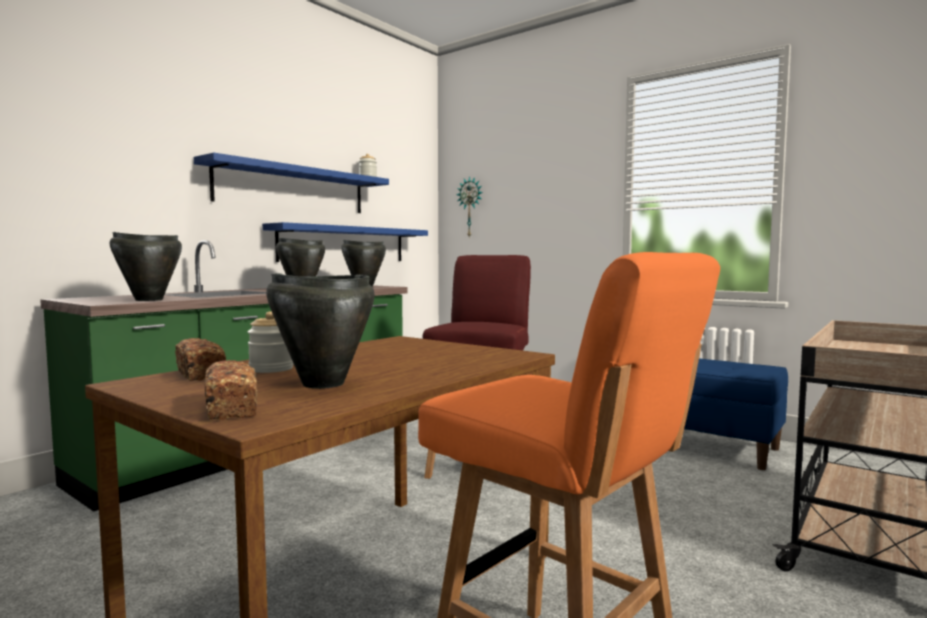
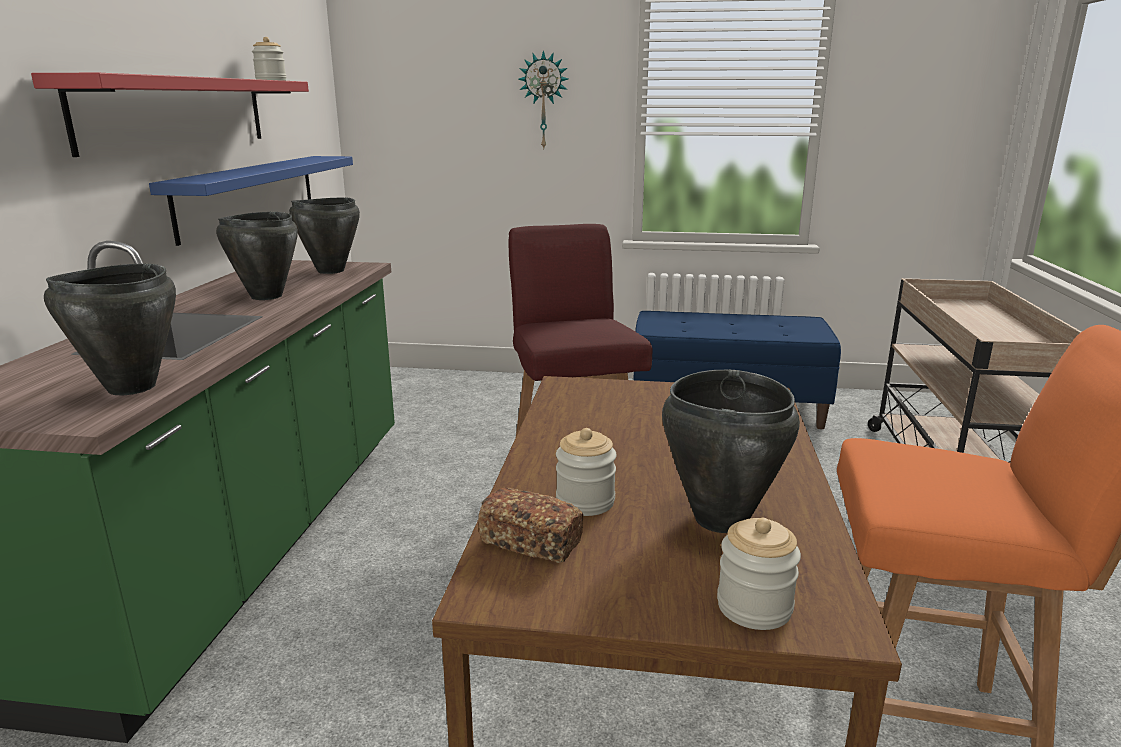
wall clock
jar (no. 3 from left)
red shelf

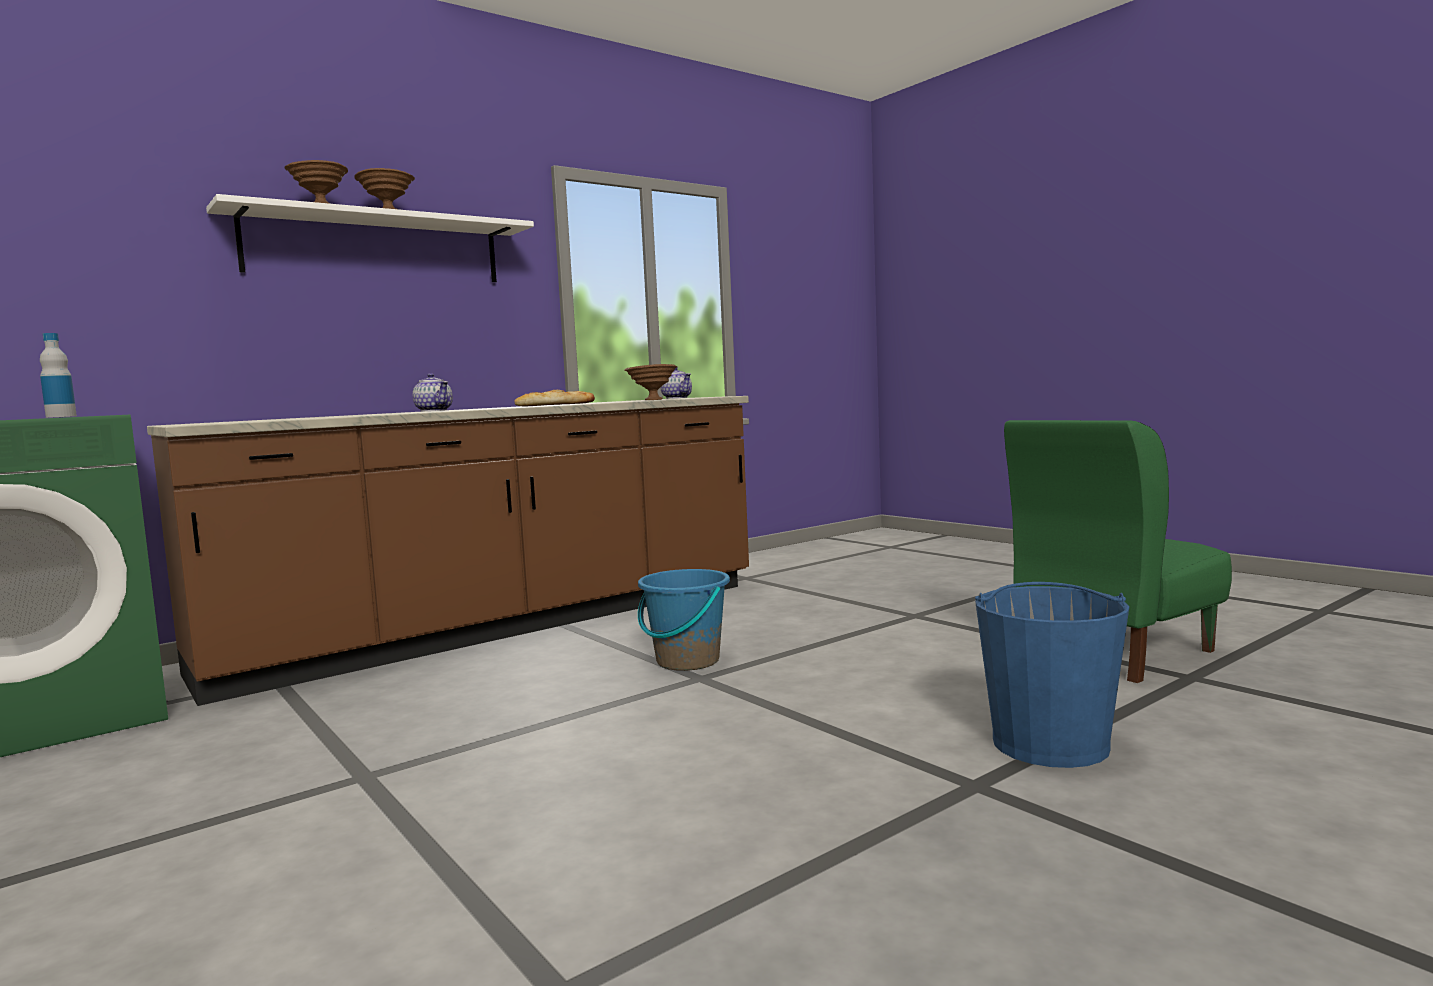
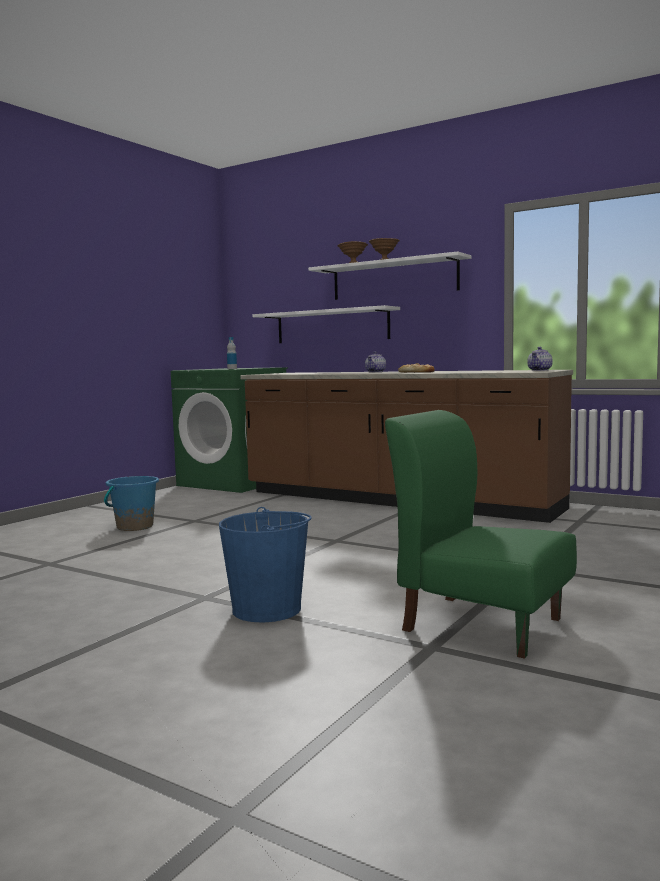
brown bowl (no. 3 from left in the first image)
white shelf (no. 1 from left)
blue bucket (no. 1 from left)

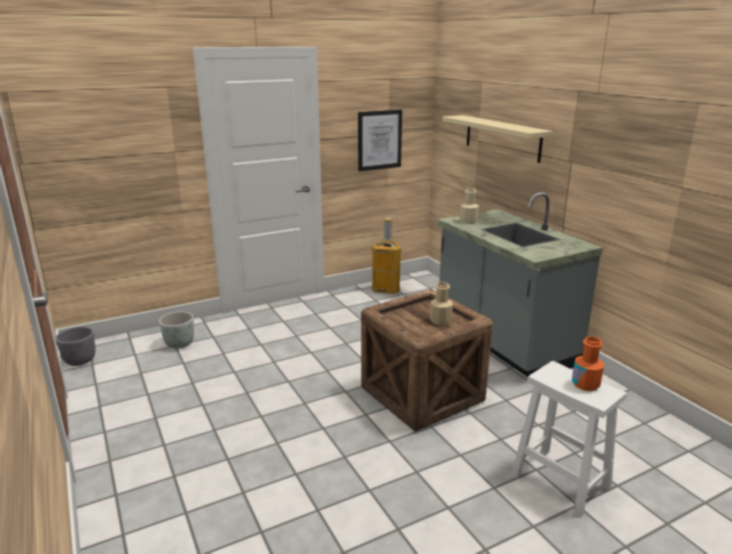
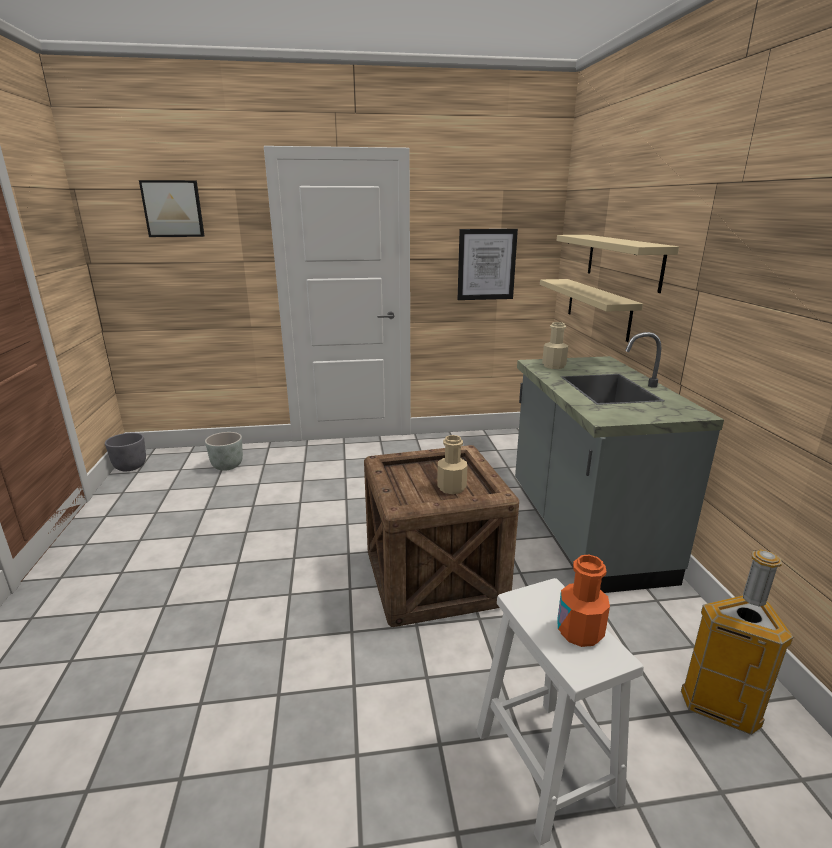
picture (no. 1 from left)
beige shelf (no. 1 from left)
trash can

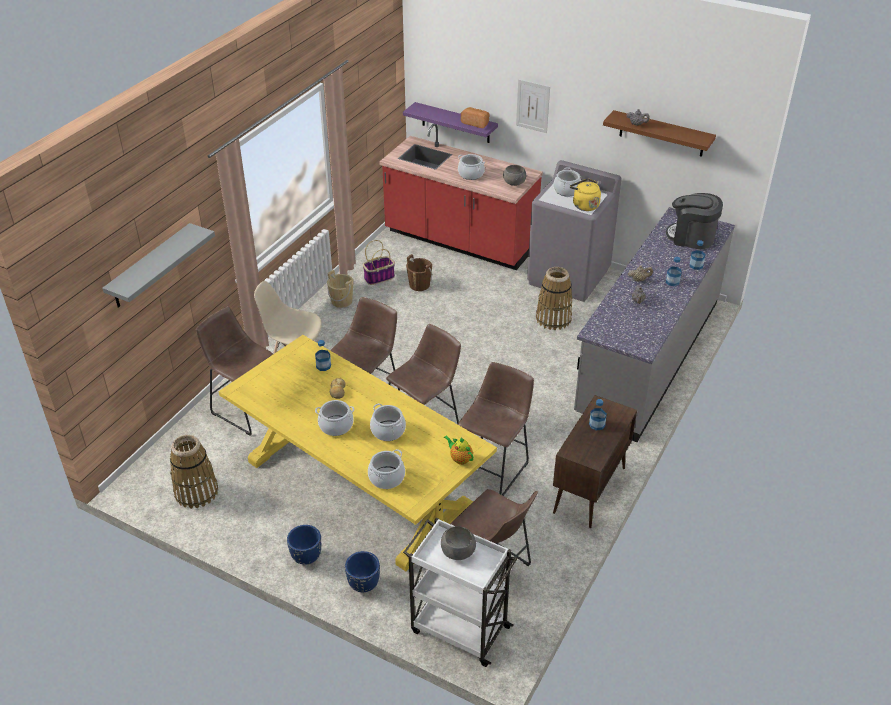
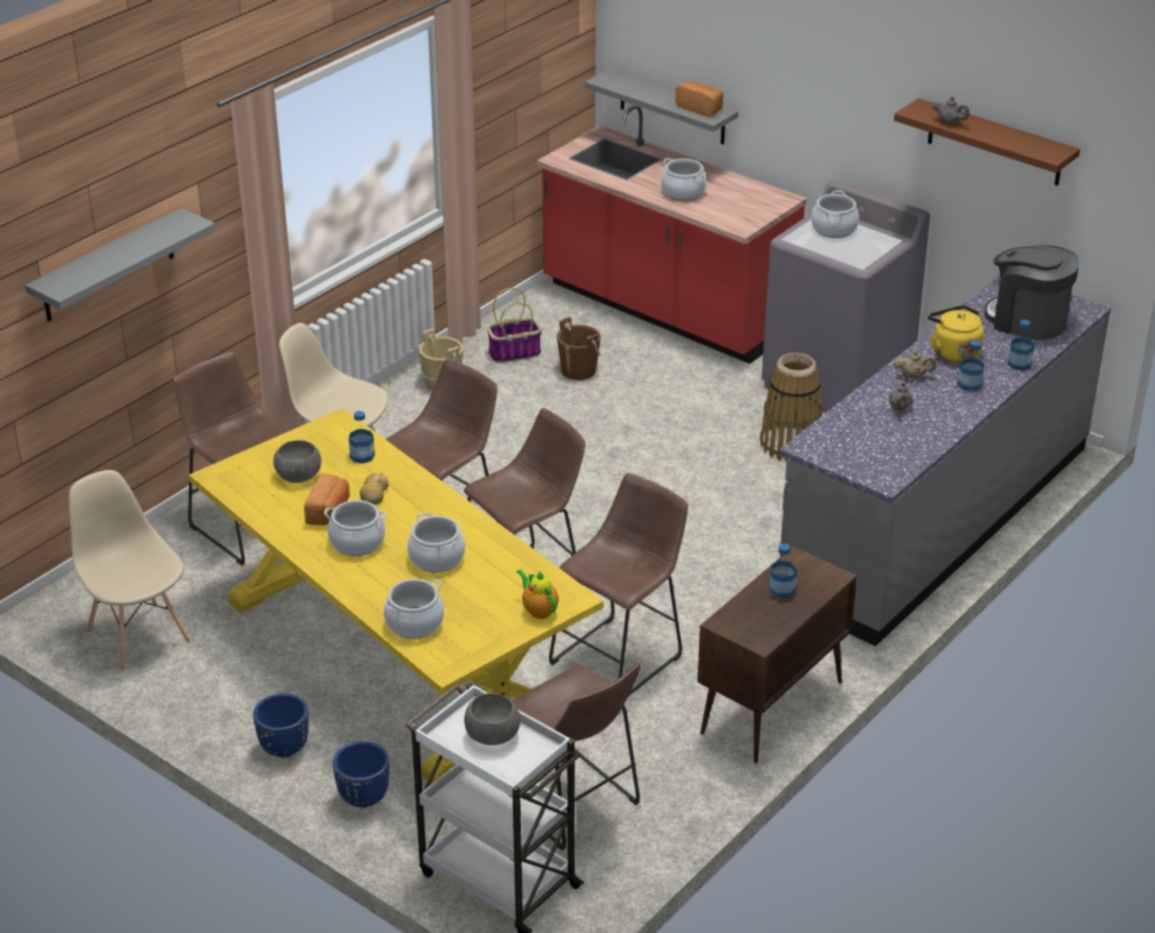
picture
bread (no. 1 from left)
grey bowl (no. 1 from left)
yellow kettle
beige chair (no. 1 from left)
grey shelf (no. 2 from left)

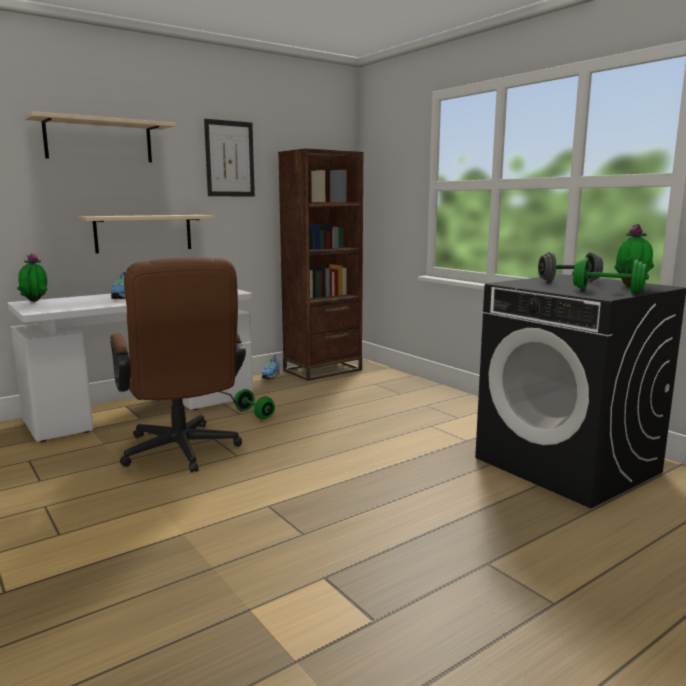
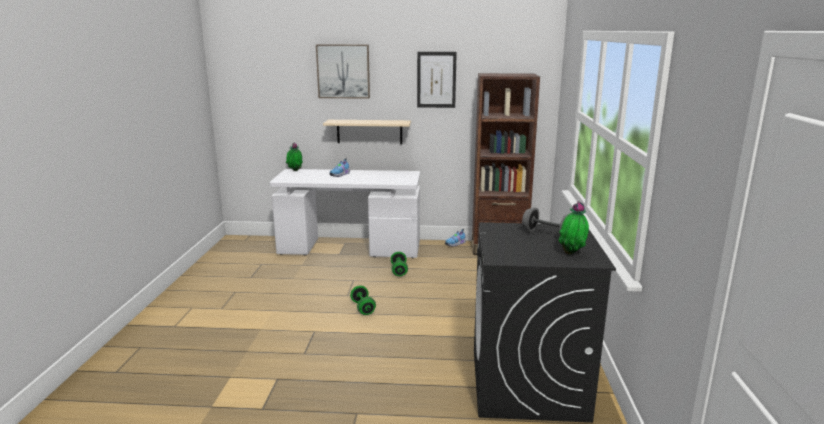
brown office chair
green dumbbell (no. 1 from left)
picture (no. 1 from left)

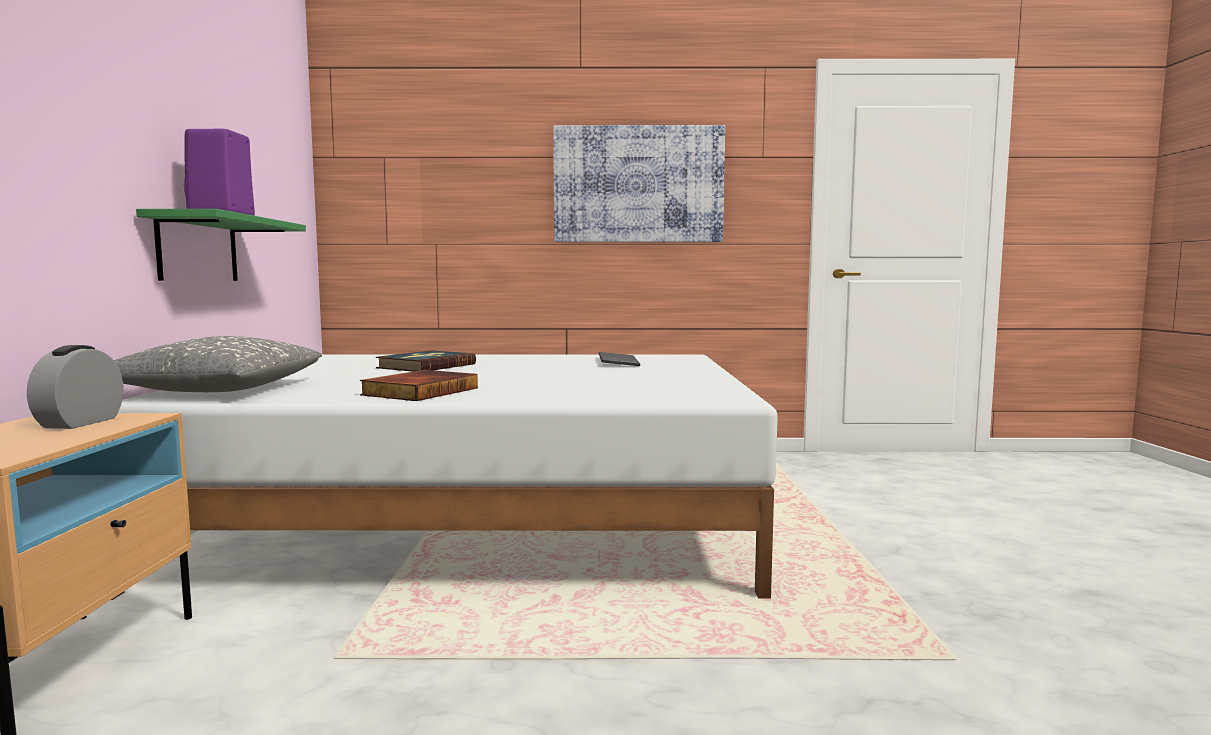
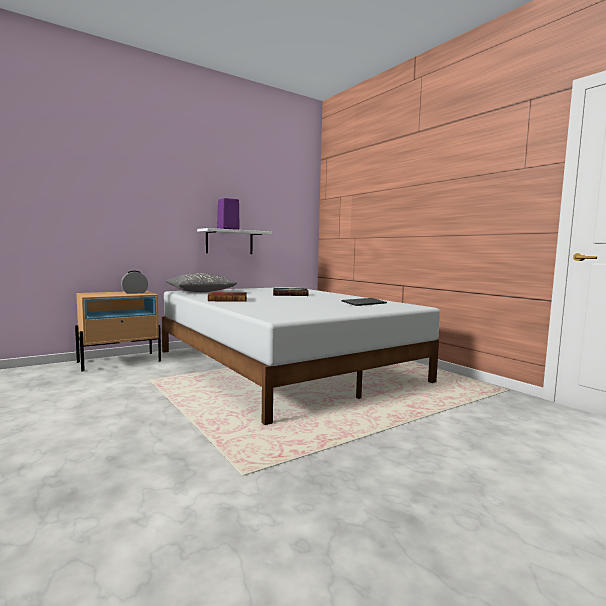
picture
white shelf

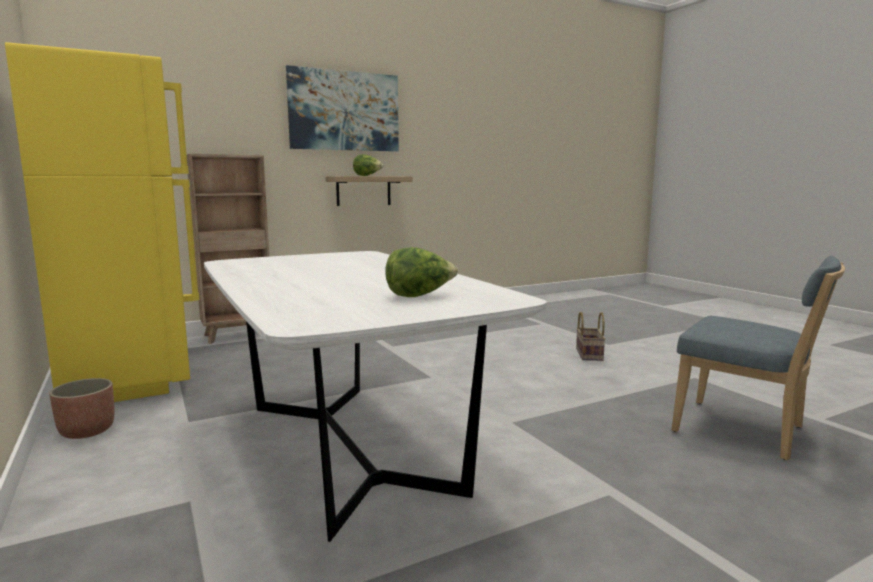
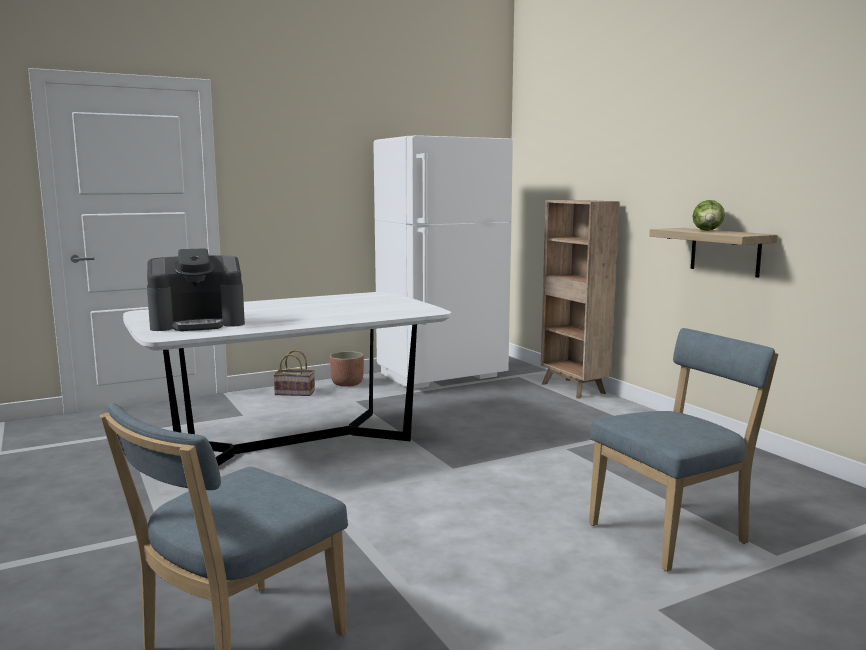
picture
blue chair (no. 2 from left)
basket
coffee machine
white fridge

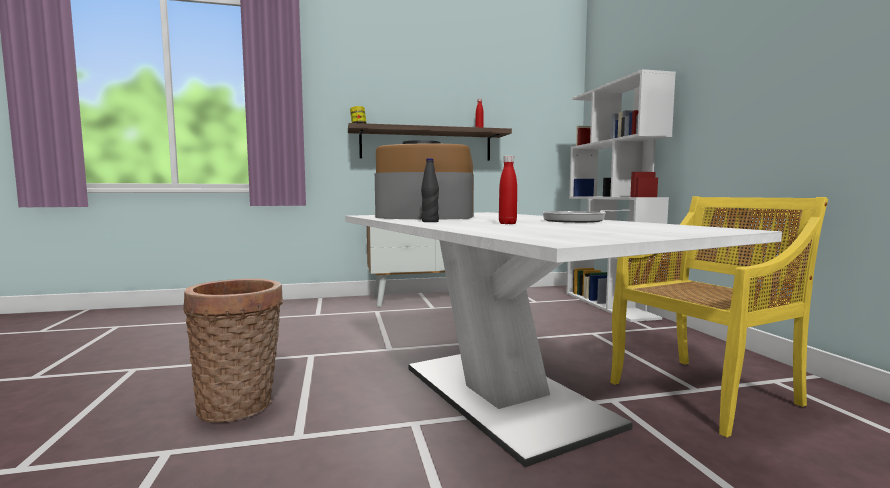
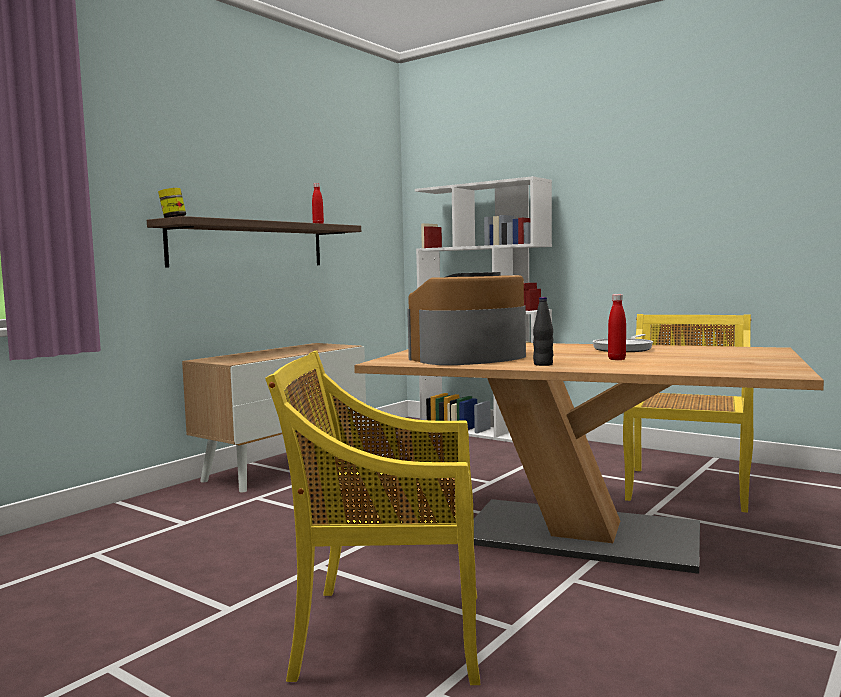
yellow chair (no. 1 from left)
brown dining table

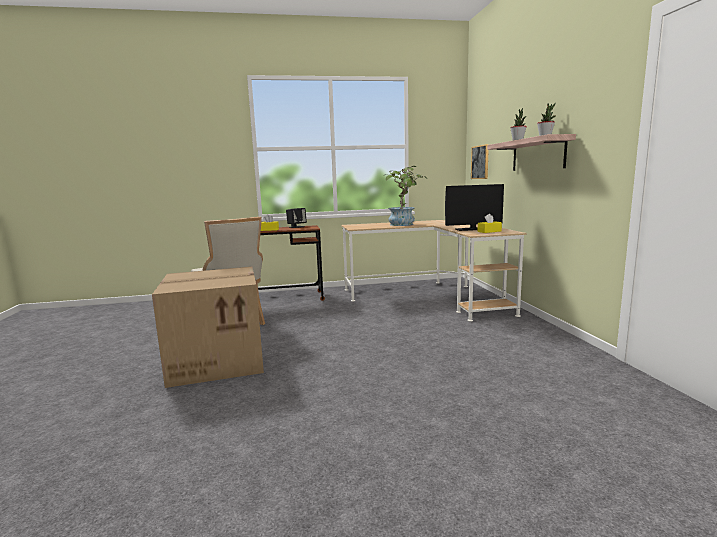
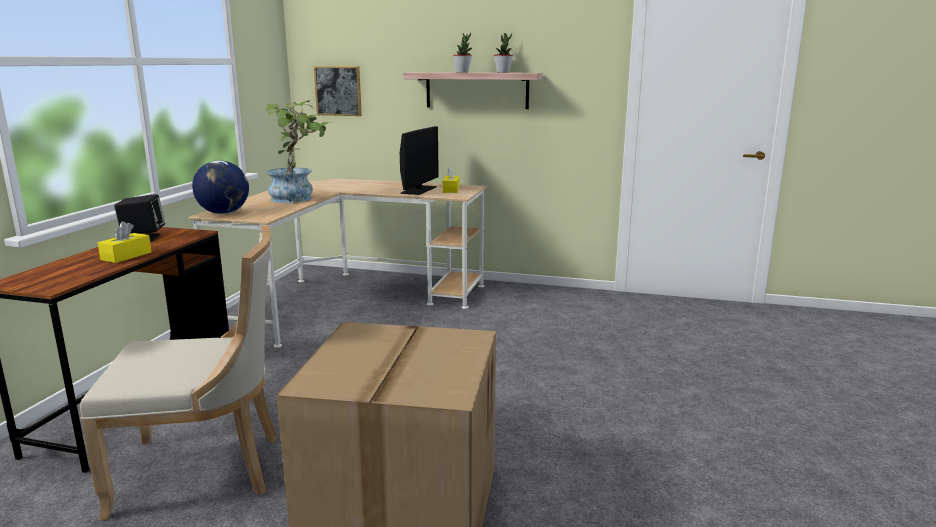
globe

